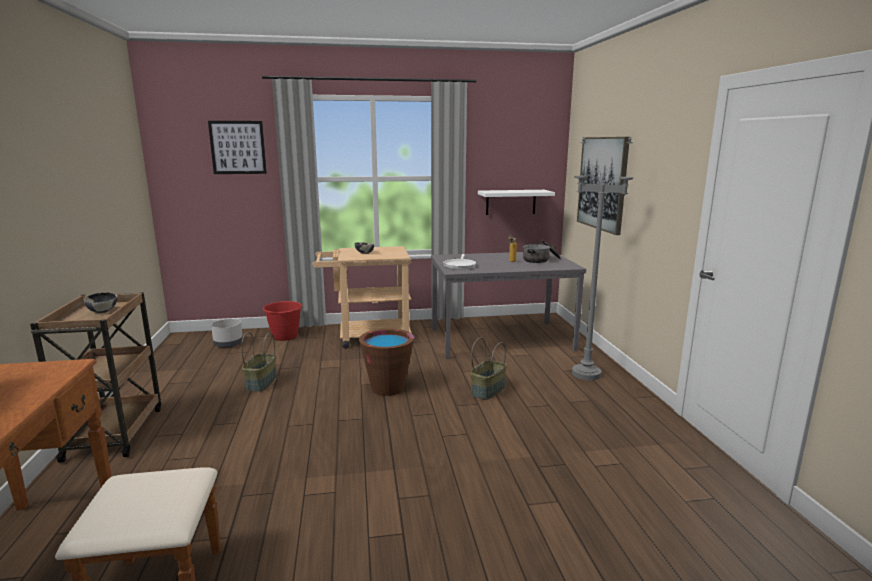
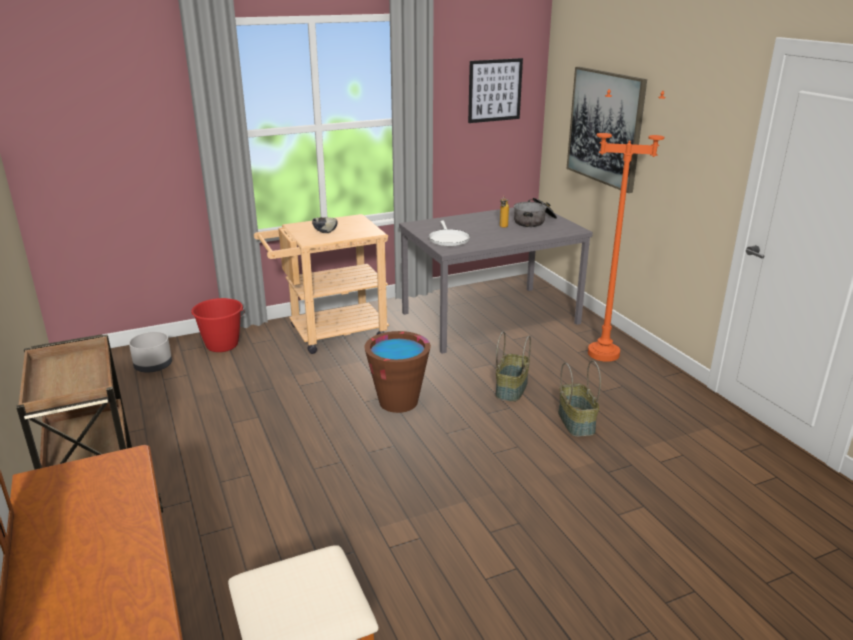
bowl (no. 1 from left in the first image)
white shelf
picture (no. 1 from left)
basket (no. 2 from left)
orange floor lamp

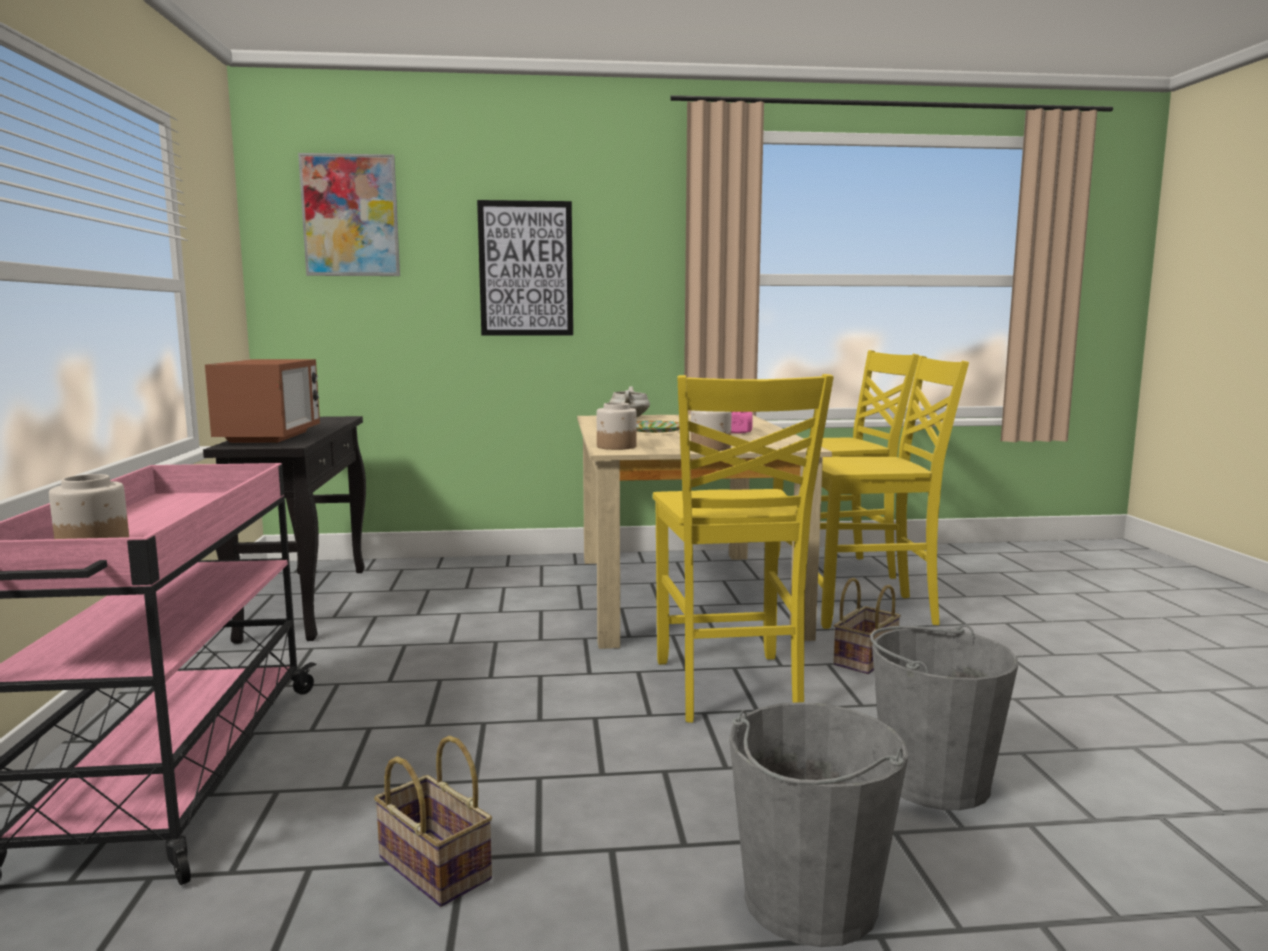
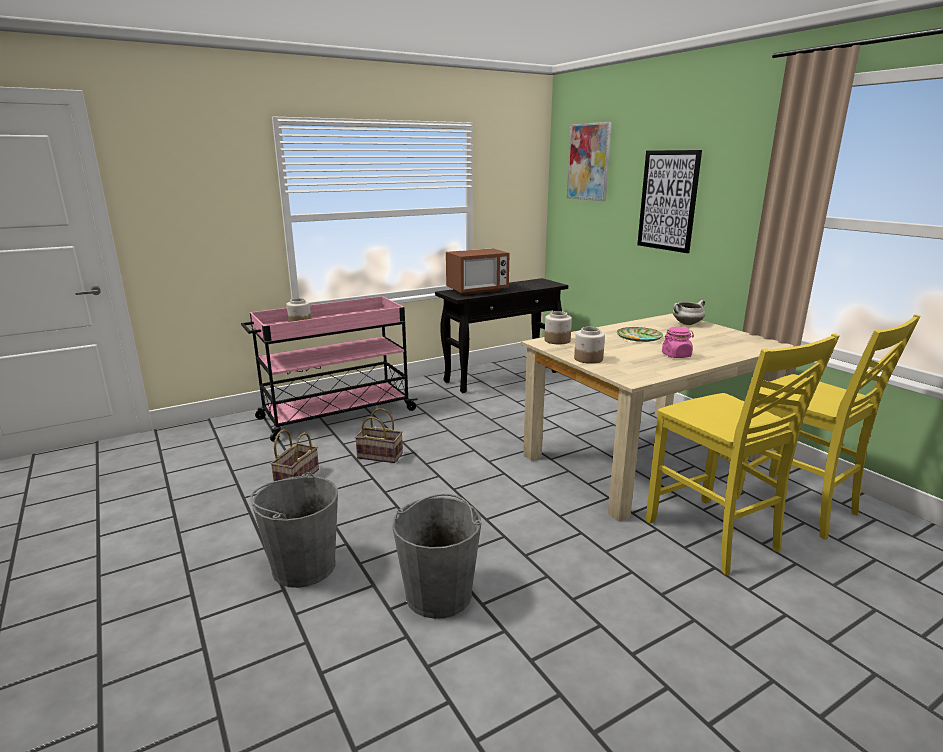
yellow chair (no. 1 from left in the first image)
basket (no. 2 from left)

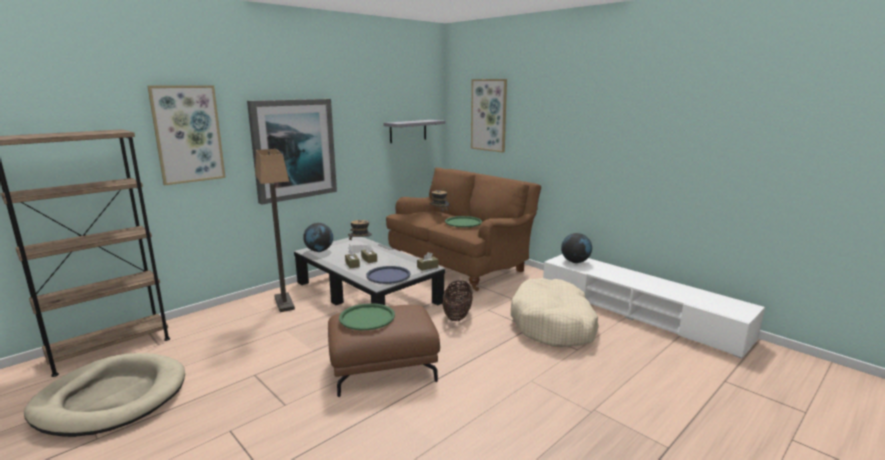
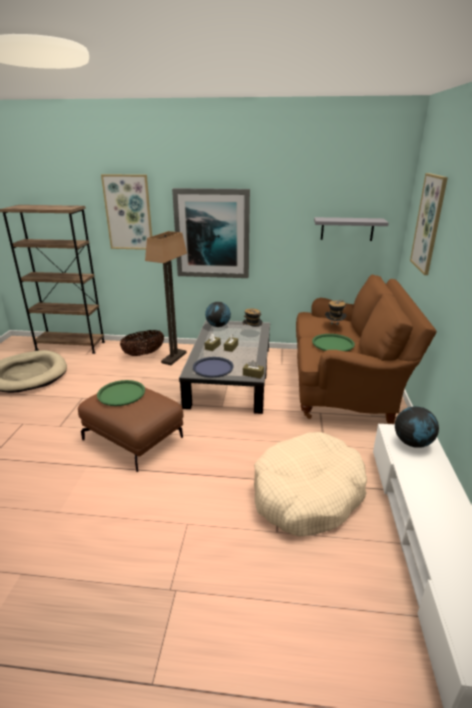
basket

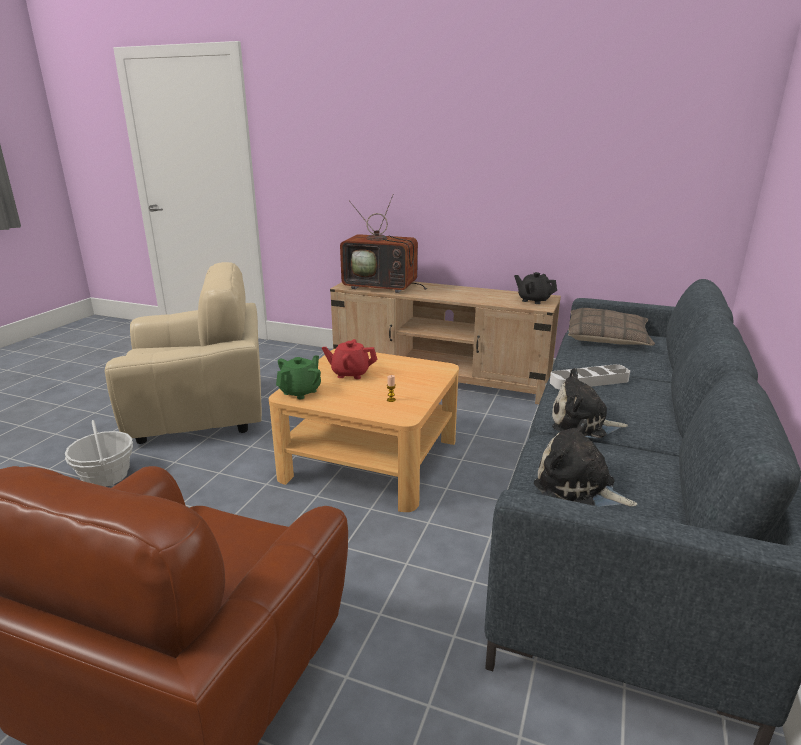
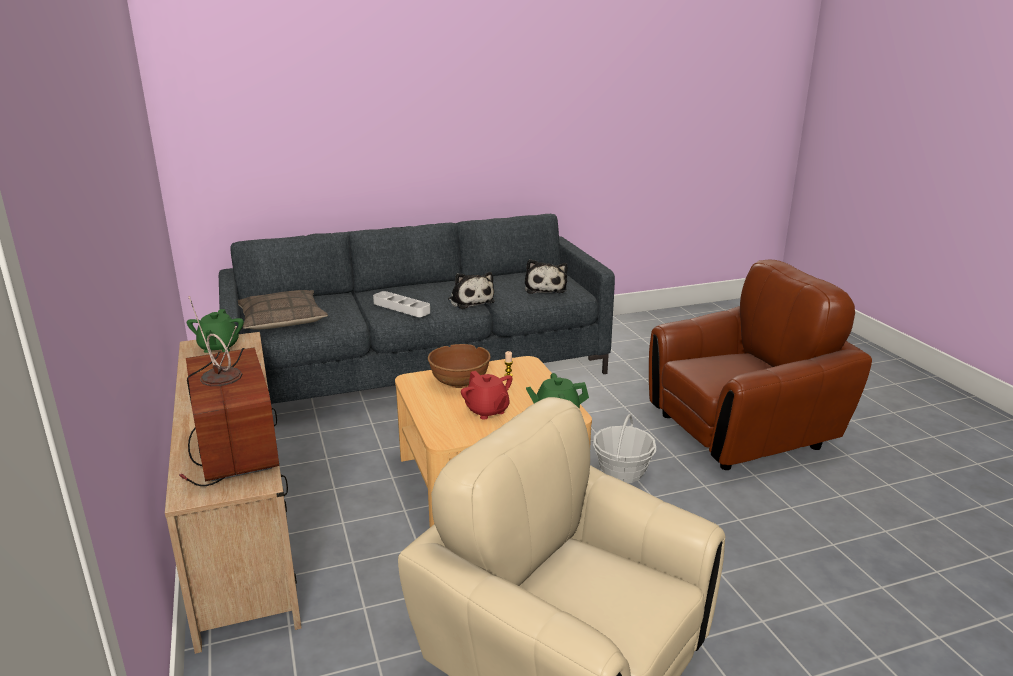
brown bowl
basket
green teapot (no. 1 from left)

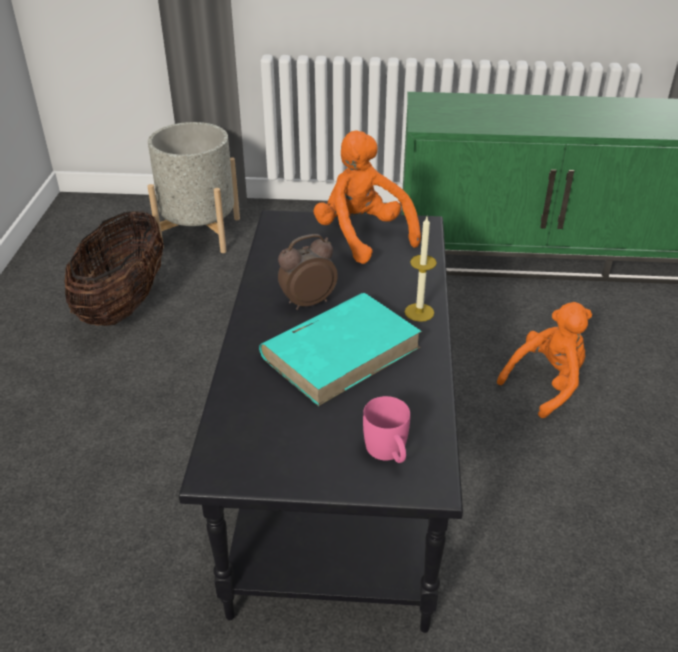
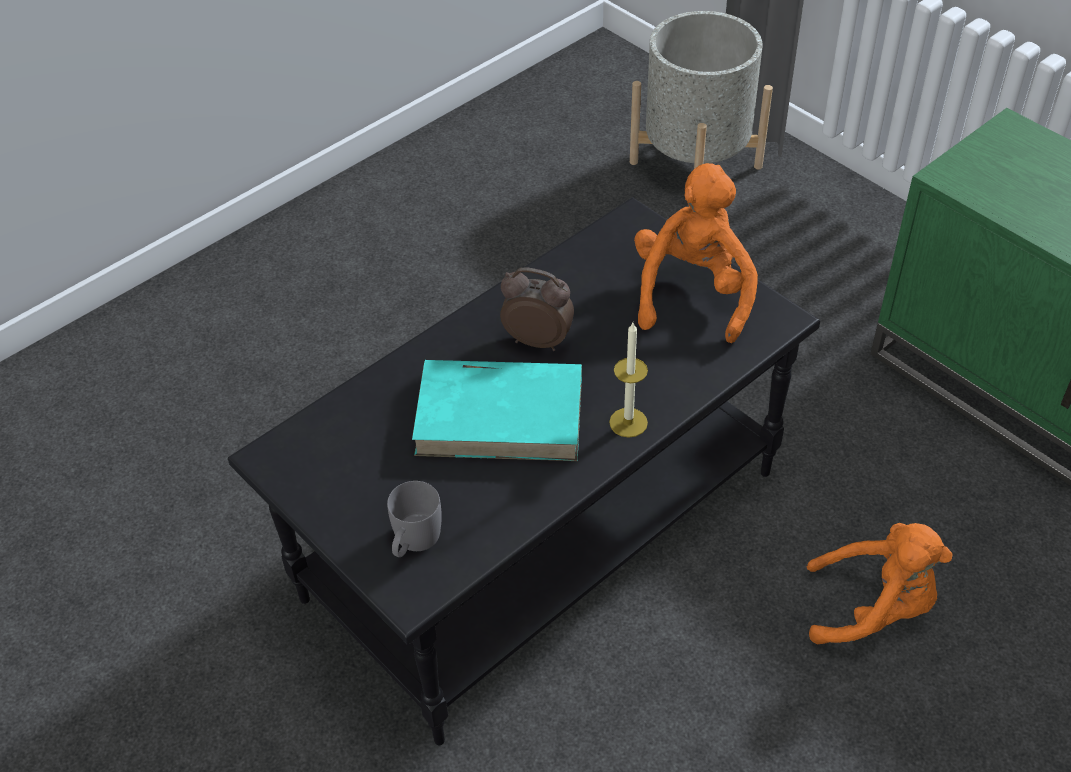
basket
grey mug

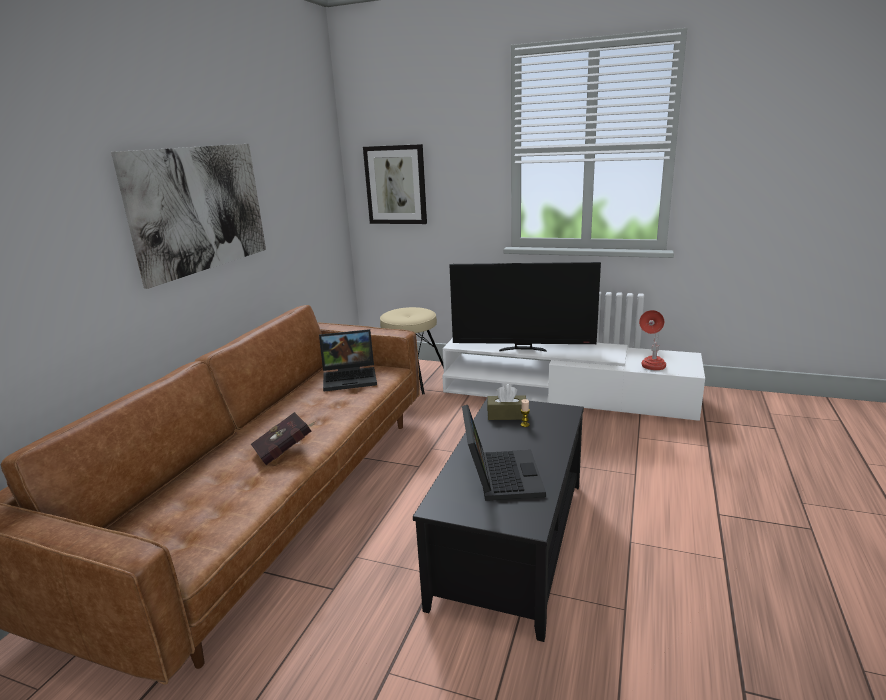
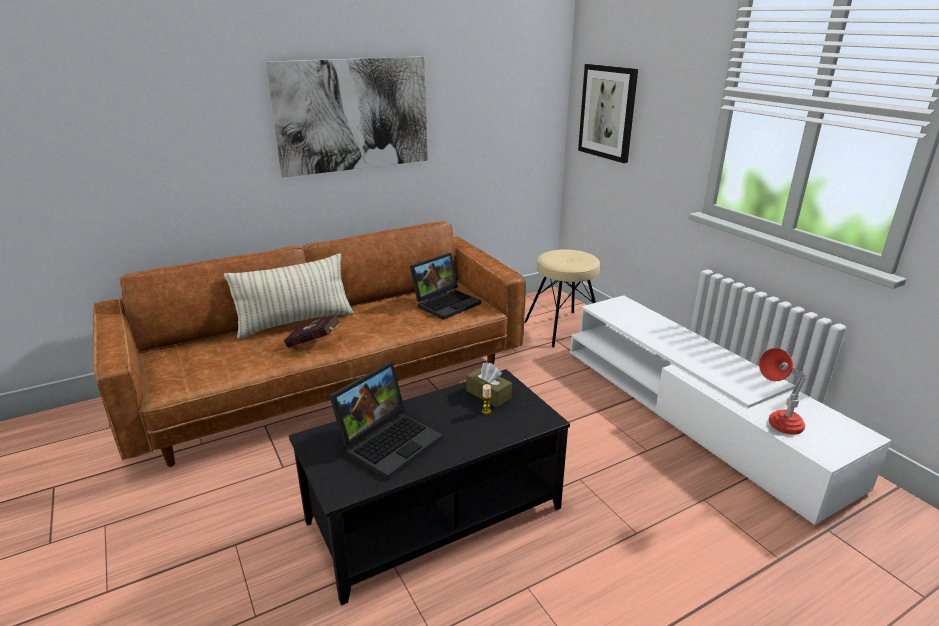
television
pillow
laptop (no. 2 from left)

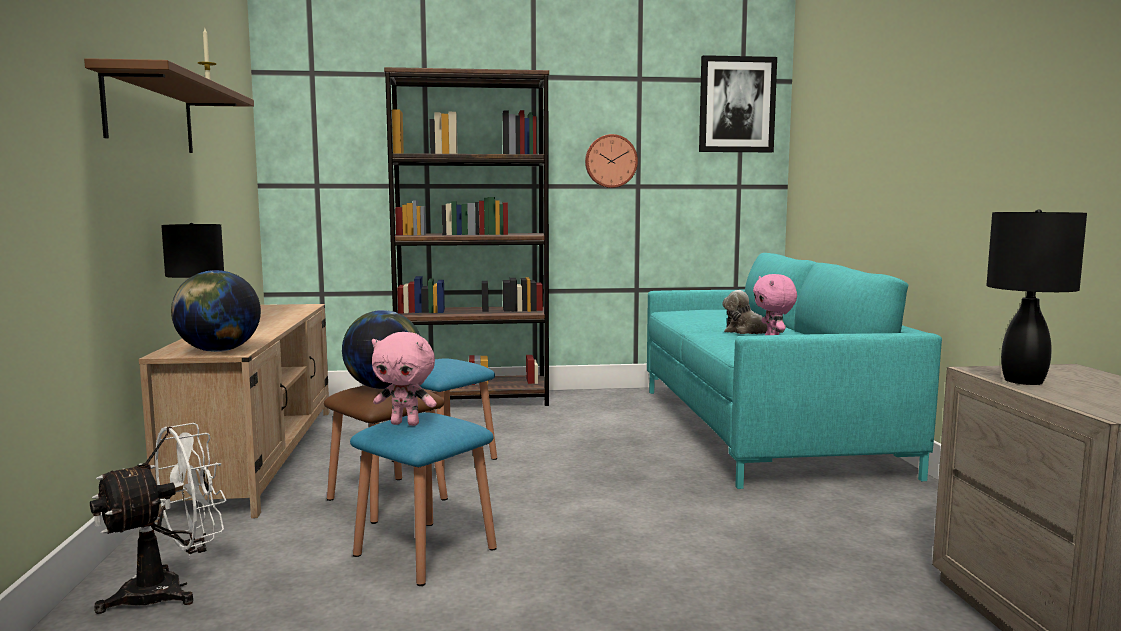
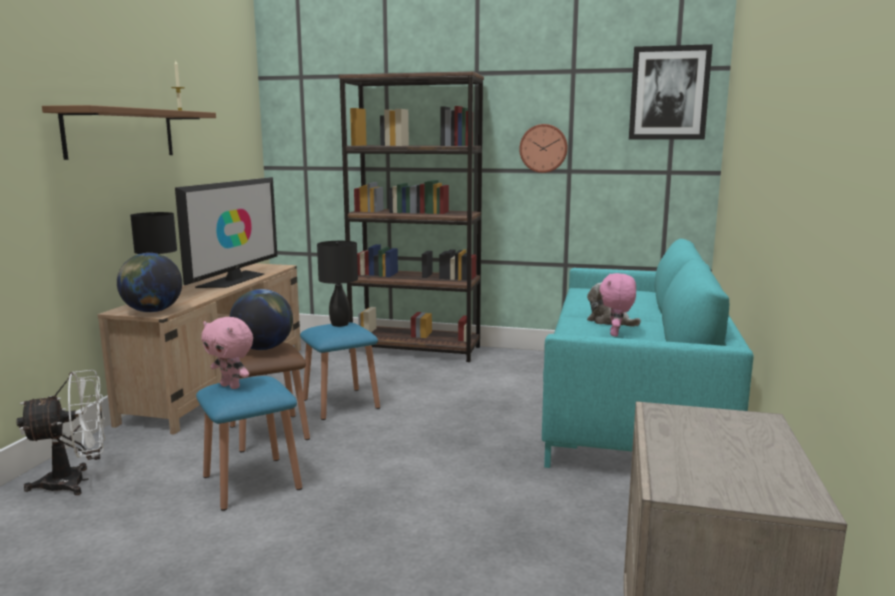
television
black table lamp (no. 2 from left)

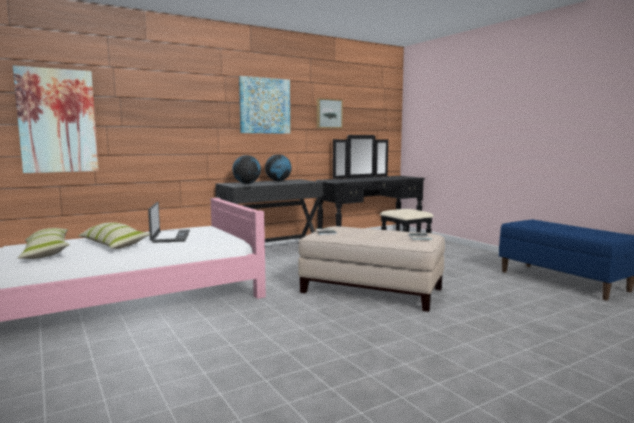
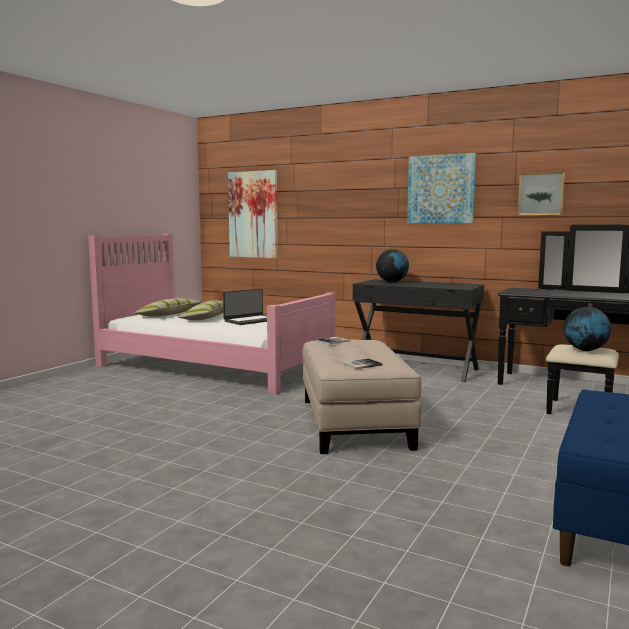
globe (no. 2 from left)

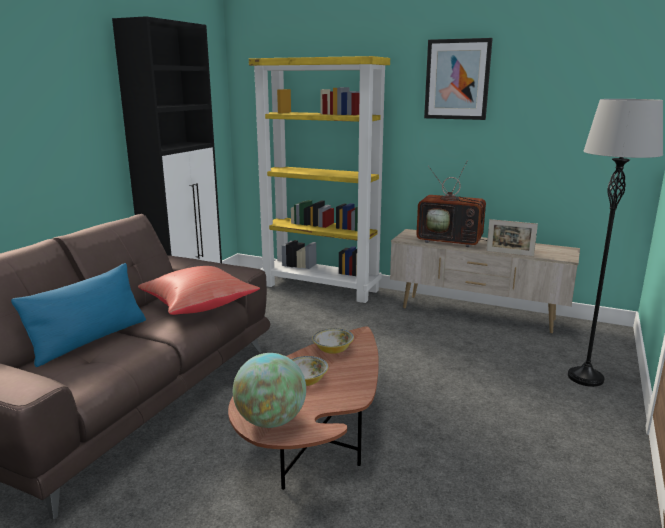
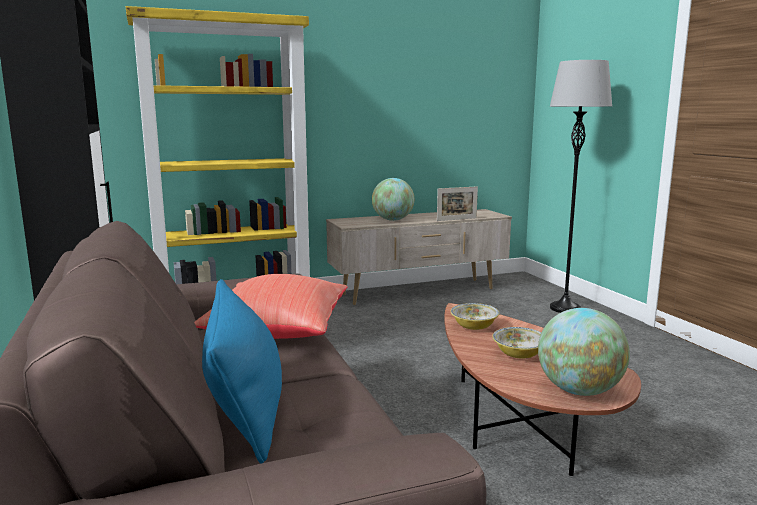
picture
globe (no. 1 from left)

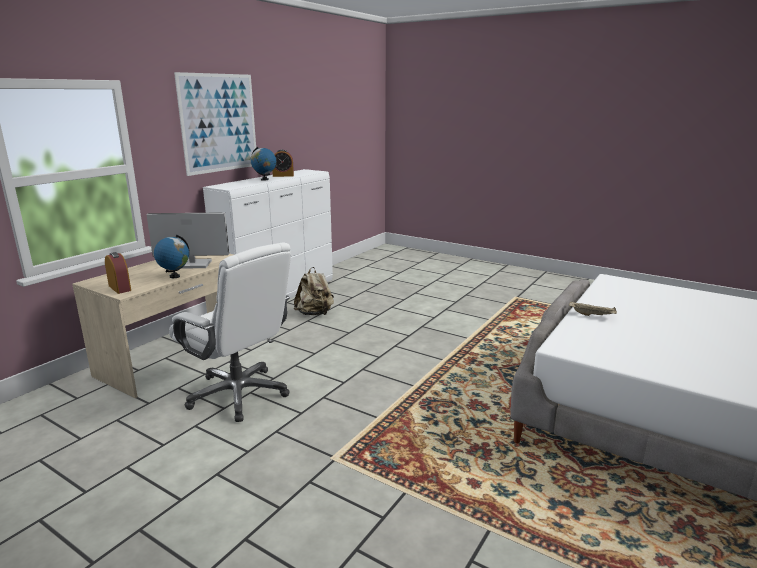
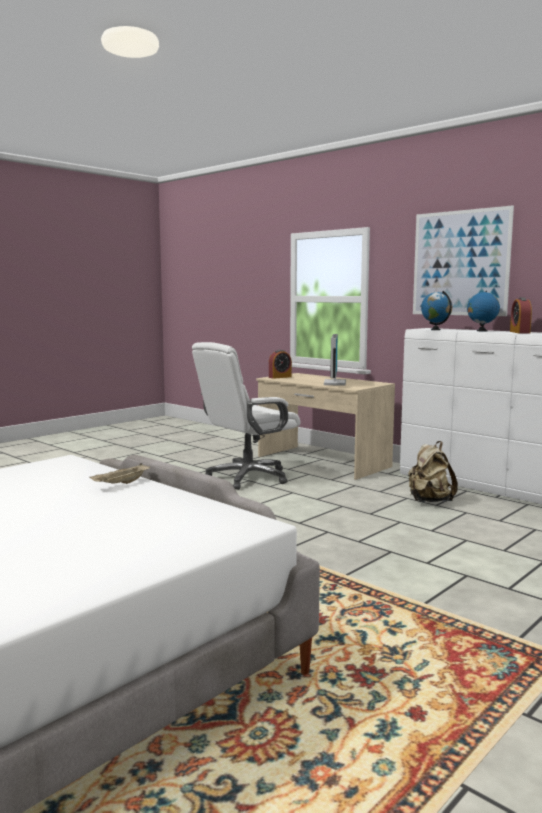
globe (no. 1 from left)

